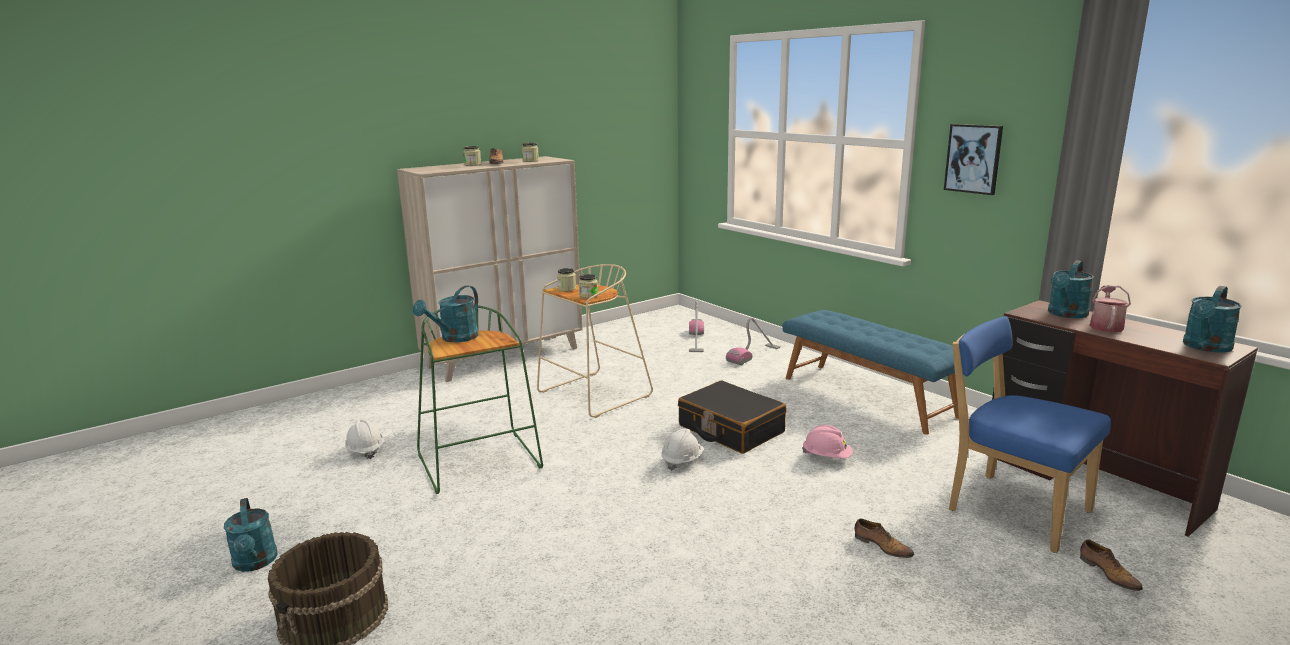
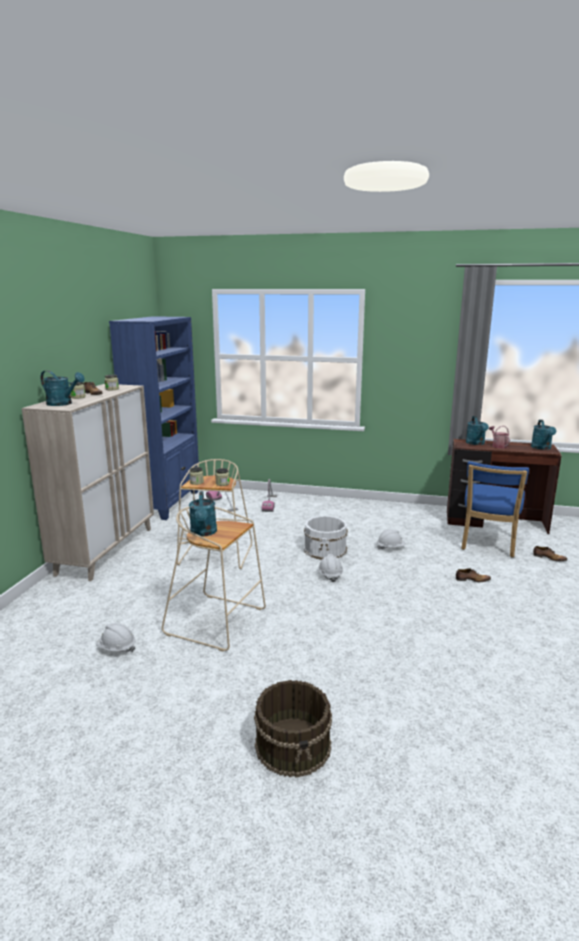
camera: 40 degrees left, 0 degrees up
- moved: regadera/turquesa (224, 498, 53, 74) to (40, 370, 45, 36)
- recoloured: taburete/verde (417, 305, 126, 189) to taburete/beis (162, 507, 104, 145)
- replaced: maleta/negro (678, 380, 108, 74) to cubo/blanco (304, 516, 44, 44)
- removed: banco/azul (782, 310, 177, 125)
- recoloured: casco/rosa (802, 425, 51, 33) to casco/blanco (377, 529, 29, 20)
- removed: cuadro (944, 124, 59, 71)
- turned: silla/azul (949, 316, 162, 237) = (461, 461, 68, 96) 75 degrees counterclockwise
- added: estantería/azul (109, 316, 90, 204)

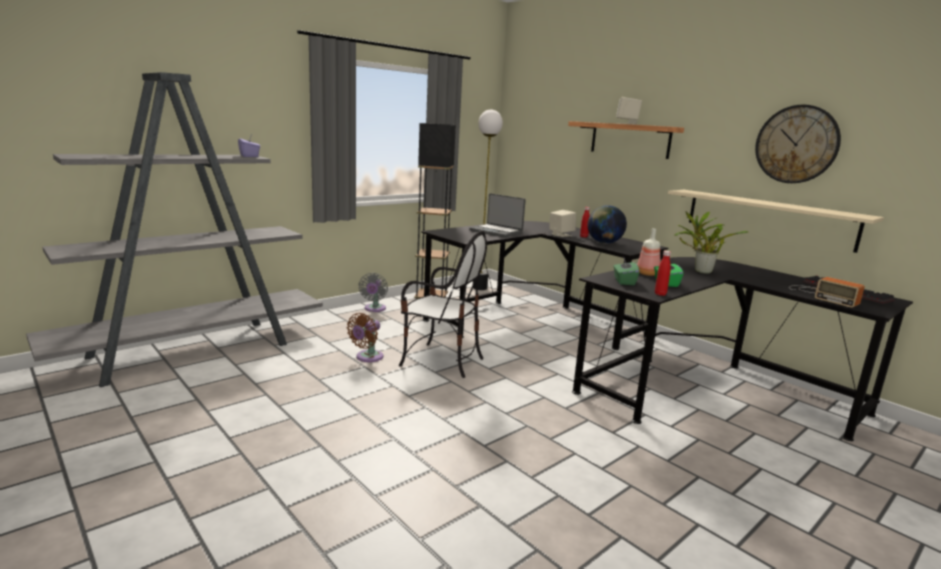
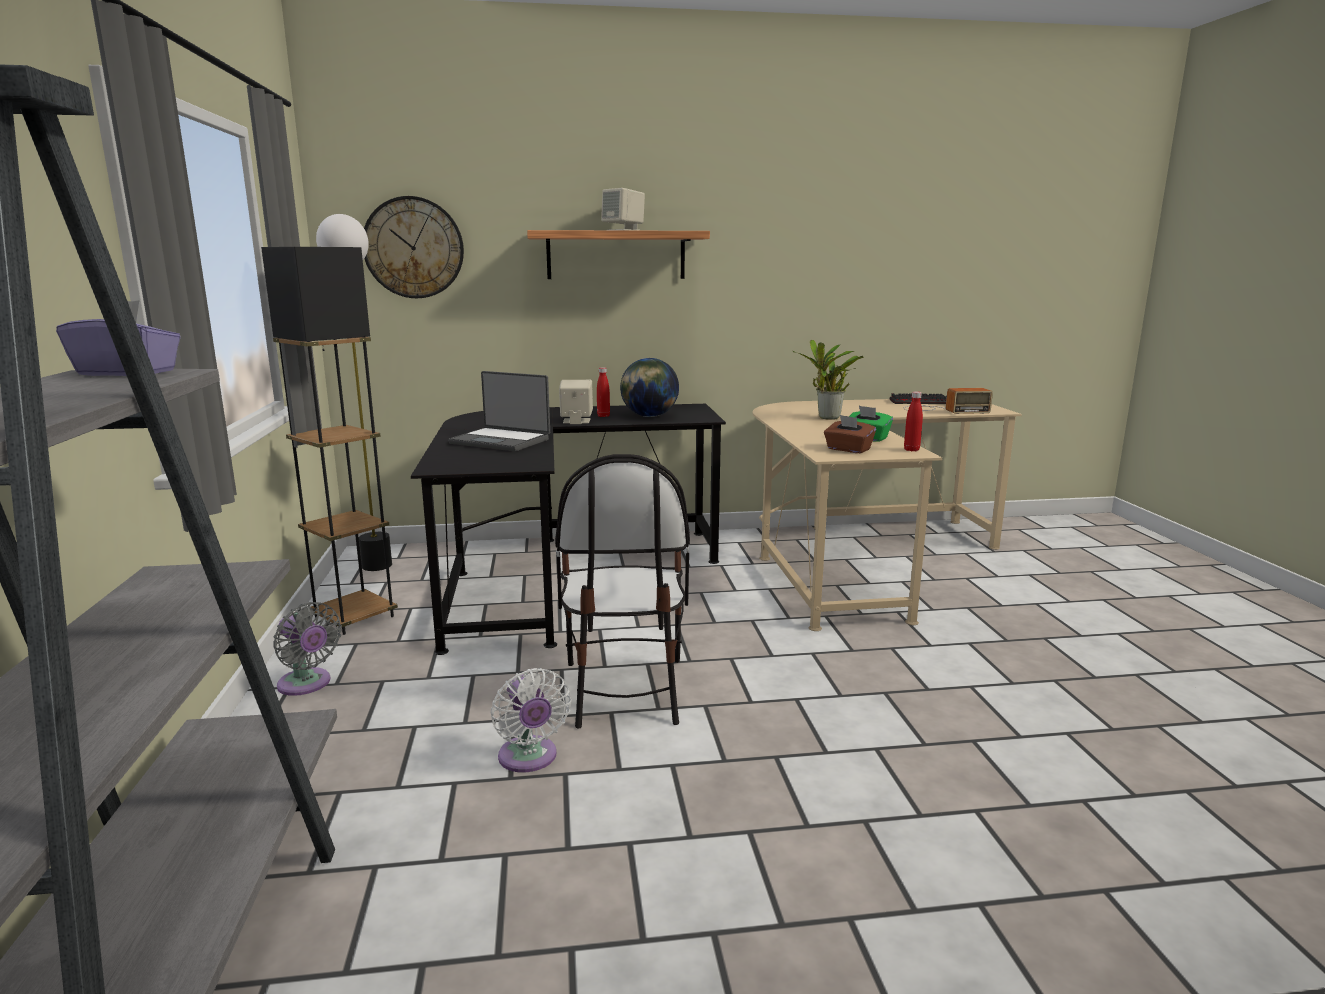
camera: 55 degrees left, 0 degrees up
- recoloured: ventilador/marrón (347, 313, 36, 49) to ventilador/blanco (491, 668, 81, 105)
- turned: silla (399, 231, 88, 147) = (555, 454, 135, 274) 120 degrees clockwise
- turned: portátil (469, 193, 57, 44) = (448, 371, 102, 80) 45 degrees clockwise
- recoloured: escritorio/negro (572, 257, 341, 184) to escritorio/beis (753, 399, 269, 232)
- recoloured: caja de pañuelos/verde (614, 258, 26, 27) to caja de pañuelos/marrón (824, 415, 52, 38)
- removed: botella (637, 228, 23, 48)
- removed: estante/beis (668, 190, 216, 63)
- moved: reloj de pared (755, 104, 86, 79) to (364, 196, 100, 102)

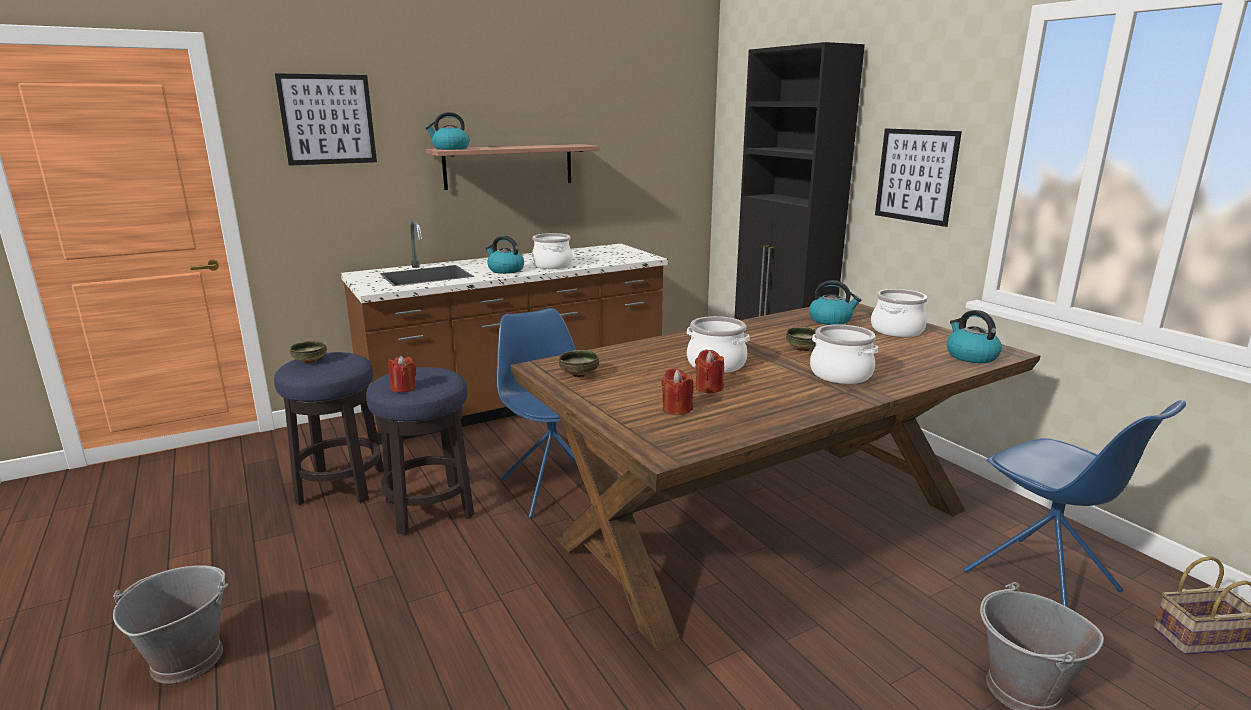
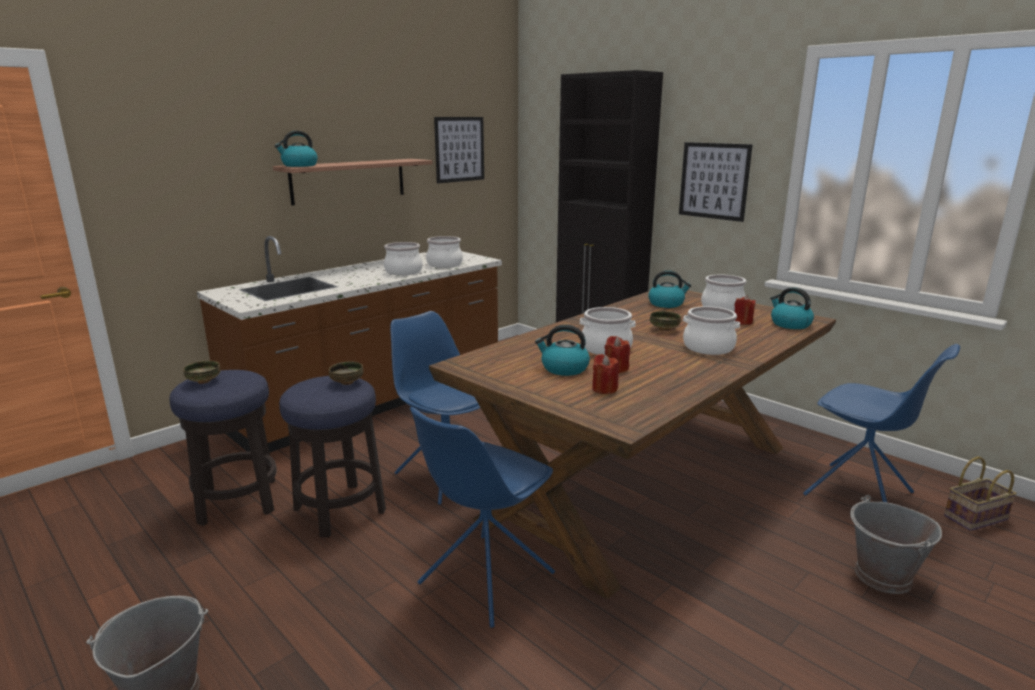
camera: 15 degrees left, 0 degrees up
- moved: cuadro (275, 73, 102, 93) to (434, 117, 50, 66)
- moved: vela/rojo (388, 356, 28, 37) to (735, 296, 21, 29)
- moved: hervidor (485, 236, 39, 38) to (535, 325, 55, 51)
- moved: cuenco (559, 350, 40, 27) to (329, 362, 34, 23)
- added: silla/azul (410, 407, 145, 221)
- added: olla (426, 236, 37, 32)

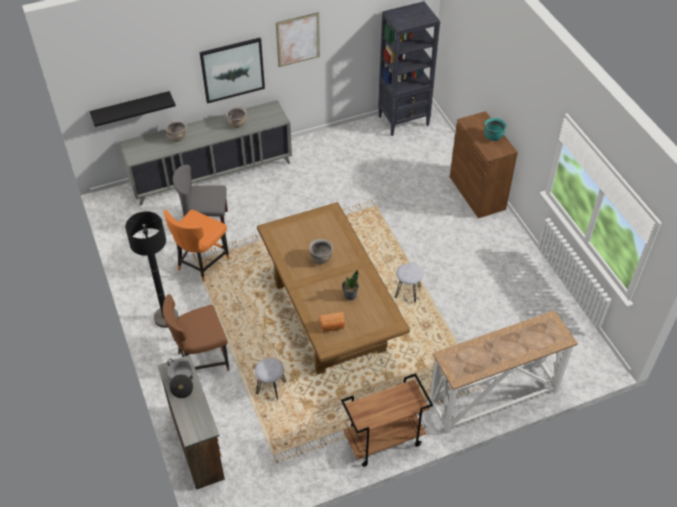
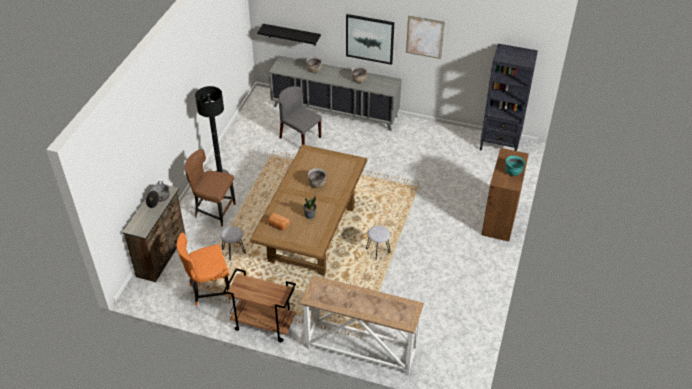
camera: 40 degrees right, 5 degrees down
- moved: silla/naranja (164, 210, 65, 72) to (176, 232, 55, 74)

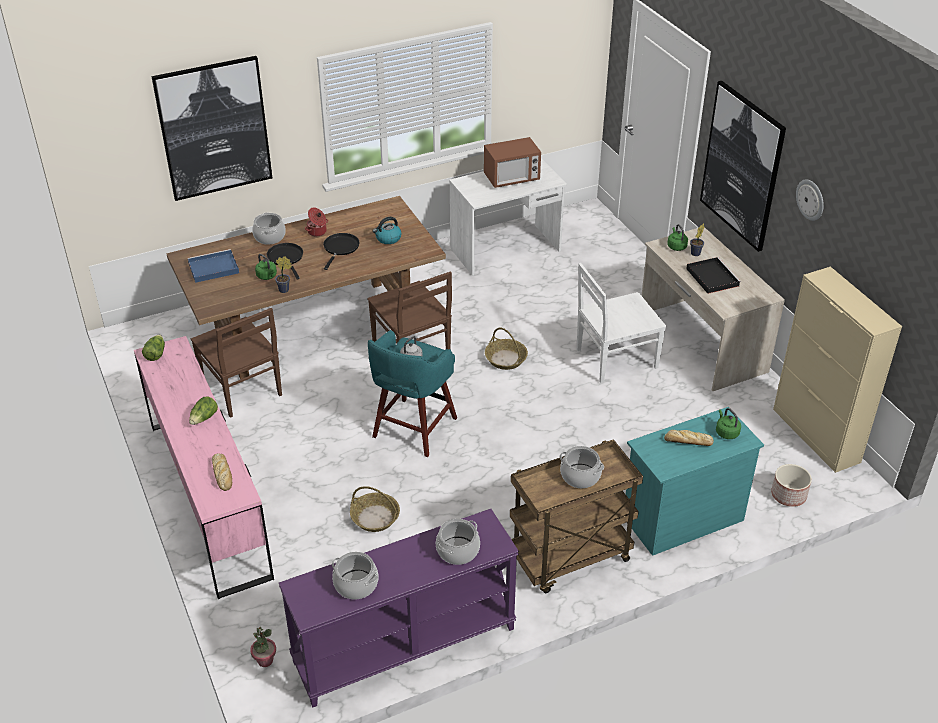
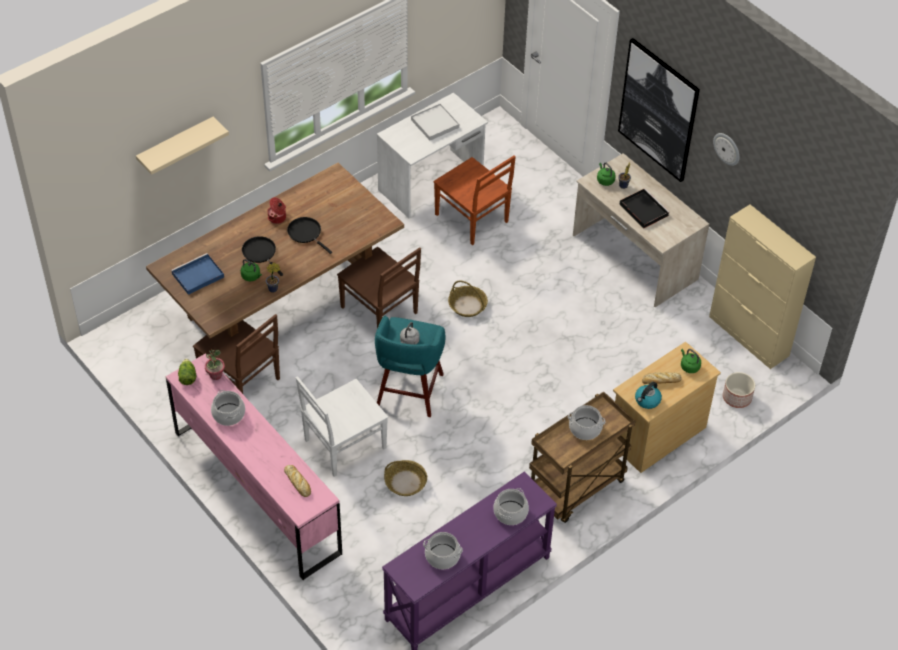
camera: 15 degrees left, 10 degrees up
- replaced: cuadro (151, 56, 121, 145) to estante/beis (136, 117, 93, 58)
- removed: lechuga (189, 397, 29, 28)
- moved: planta en maceta (250, 627, 26, 40) to (205, 349, 20, 31)
- moved: olla (252, 212, 34, 33) to (211, 390, 34, 36)
- turned: sartén/negro (323, 233, 37, 37) = (287, 217, 45, 37) 45 degrees counterclockwise
- moved: hervidor (373, 217, 29, 27) to (635, 382, 27, 27)
- replaced: microondas (484, 137, 57, 51) to bandeja/blanco (411, 103, 48, 37)
- moved: silla/blanco (577, 263, 89, 120) to (296, 376, 92, 101)
- recoloured: cómoda/turquesa (626, 407, 138, 149) to cómoda/beis (613, 341, 108, 132)
- added: silla/marrón (434, 155, 82, 90)

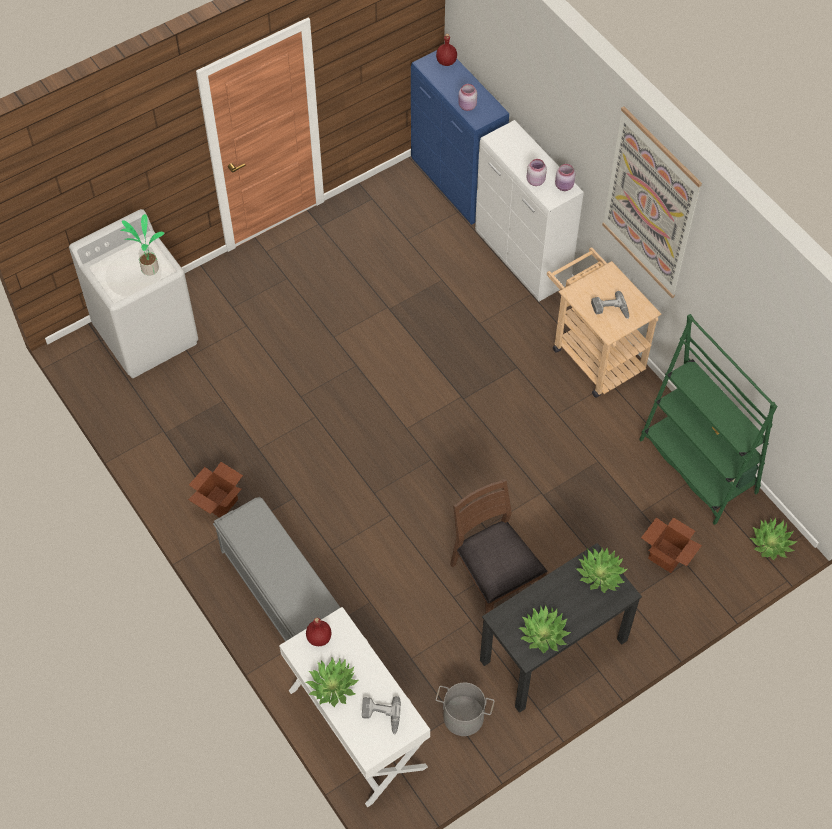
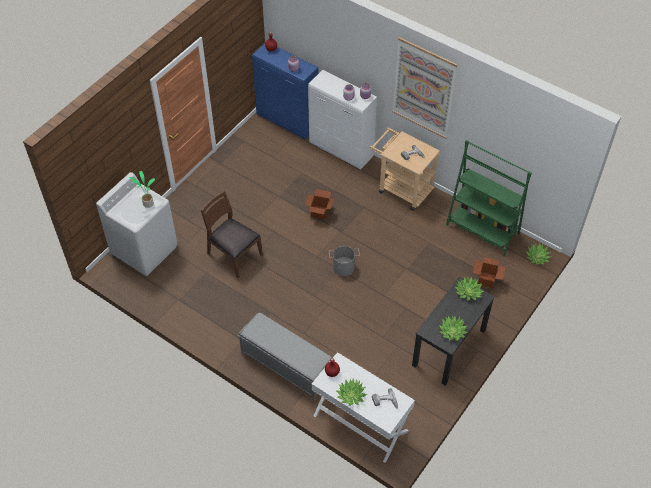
camera: 20 degrees left, 5 degrees down
- moved: caja de cartón (188, 462, 55, 56) to (305, 189, 29, 31)
- moved: cubo/gris (436, 683, 59, 53) to (329, 246, 31, 30)
- moved: silla/marrón (450, 479, 97, 135) to (201, 190, 62, 88)

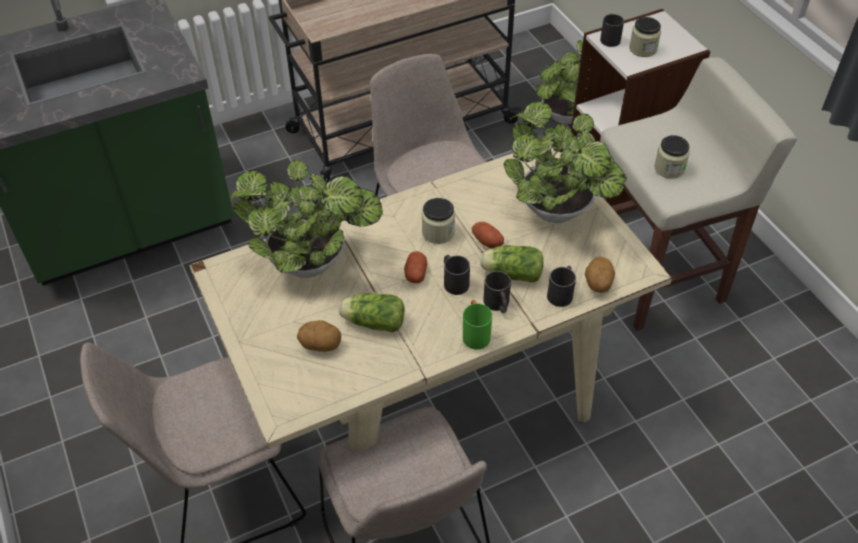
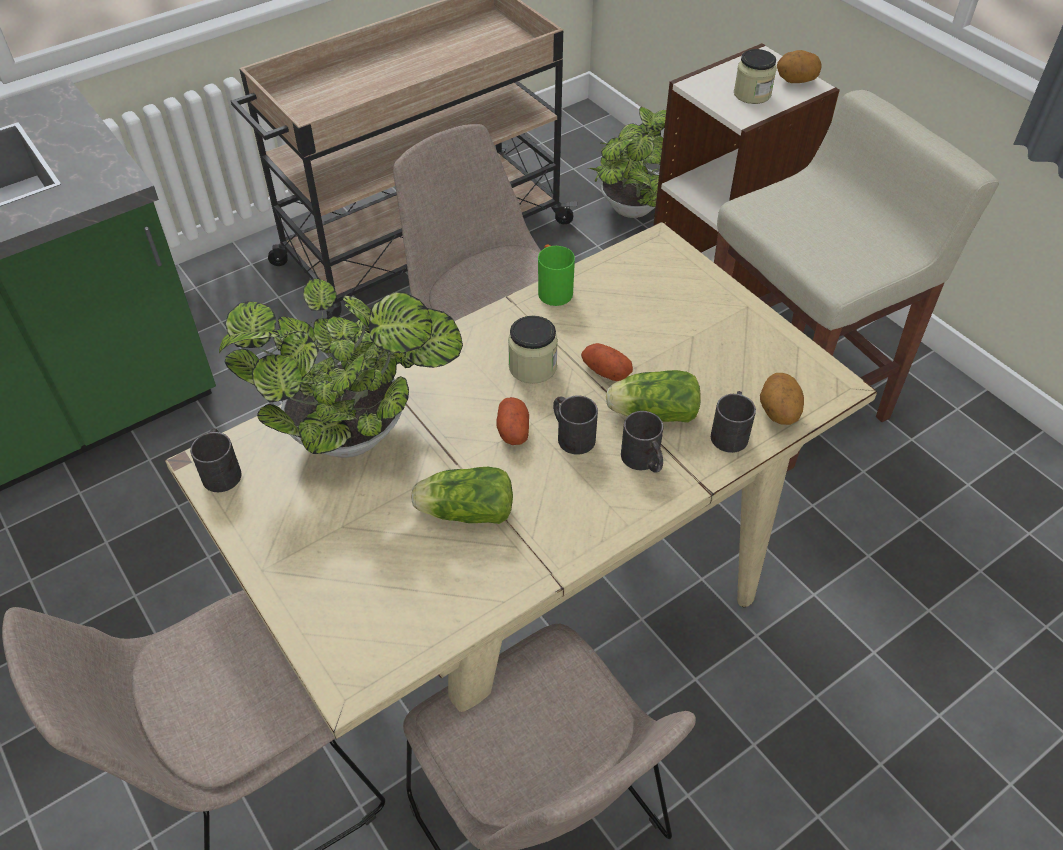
camera: 10 degrees left, 0 degrees up
- moved: patata (297, 320, 44, 32) to (777, 50, 45, 33)
- moved: taza grande/verde (463, 300, 29, 49) to (538, 244, 37, 62)
- removed: planta en maceta (504, 101, 123, 122)
- moved: taza grande/negro (600, 14, 24, 33) to (190, 428, 52, 64)
- removed: tarro (654, 135, 36, 44)

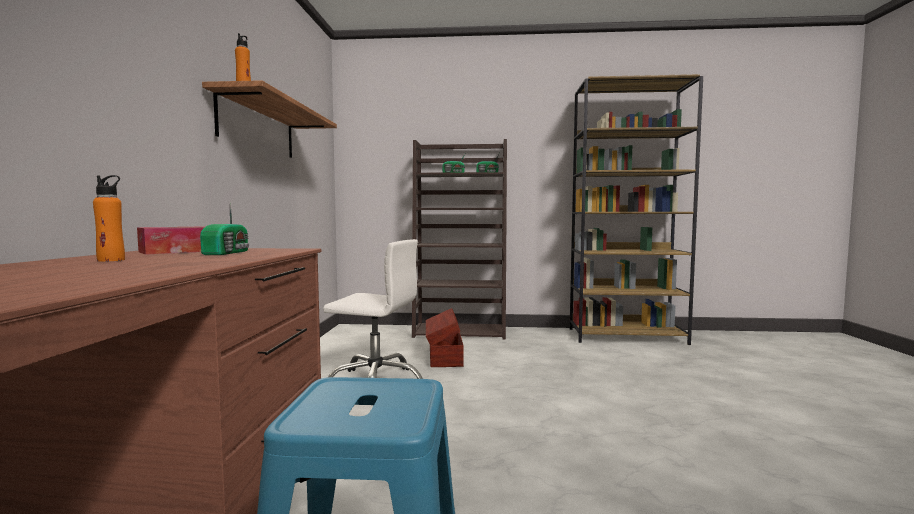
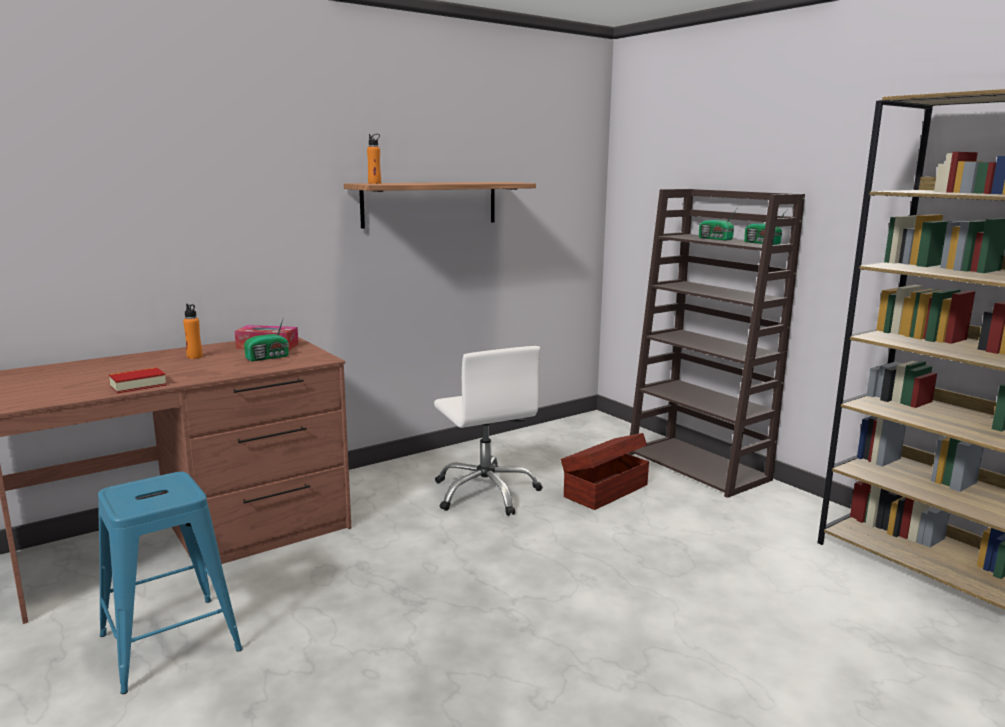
camera: 50 degrees right, 10 degrees up
- added: libro (109, 367, 57, 27)

